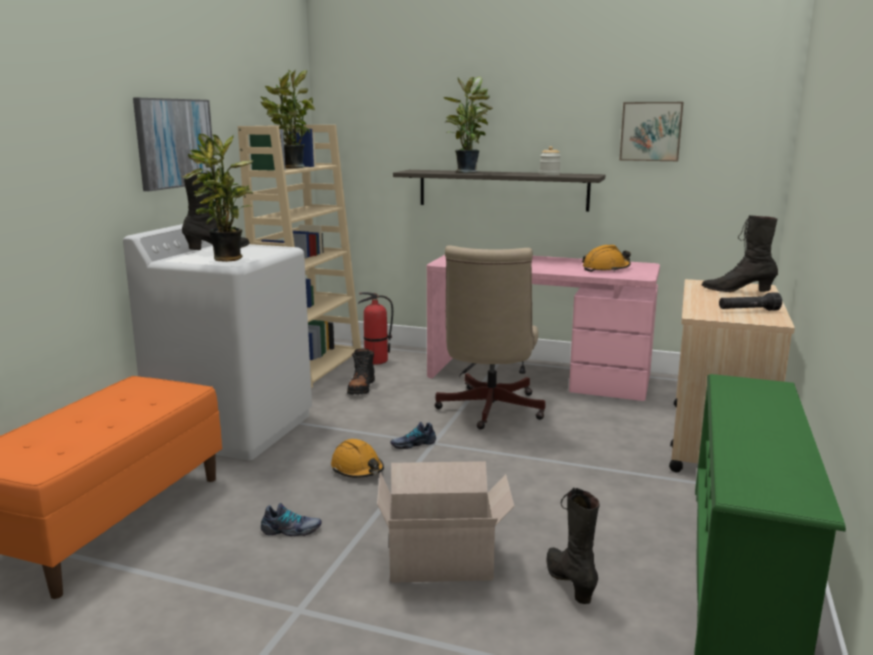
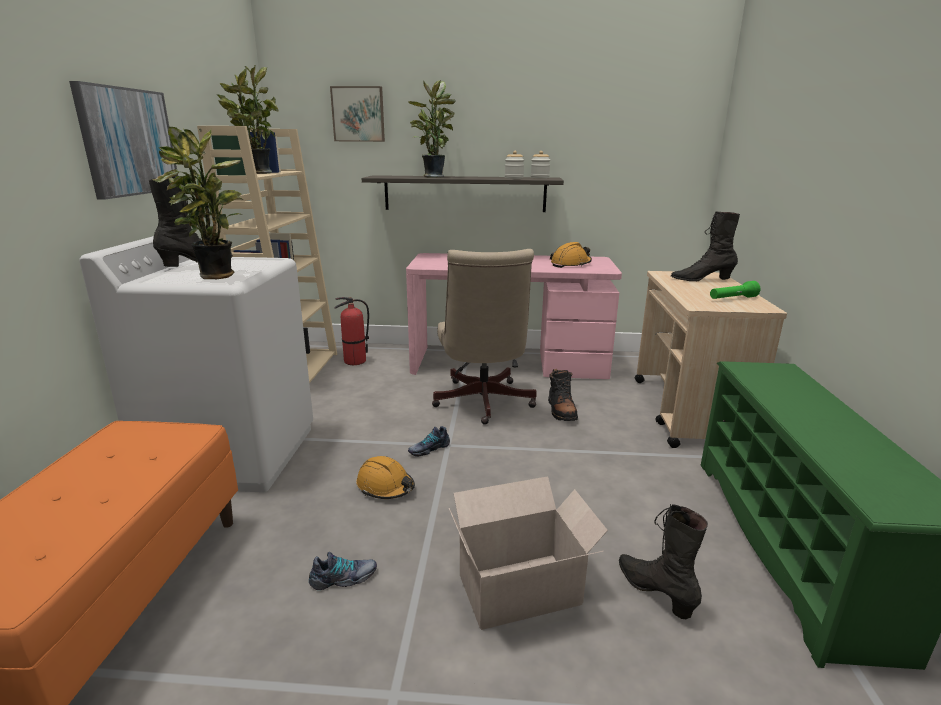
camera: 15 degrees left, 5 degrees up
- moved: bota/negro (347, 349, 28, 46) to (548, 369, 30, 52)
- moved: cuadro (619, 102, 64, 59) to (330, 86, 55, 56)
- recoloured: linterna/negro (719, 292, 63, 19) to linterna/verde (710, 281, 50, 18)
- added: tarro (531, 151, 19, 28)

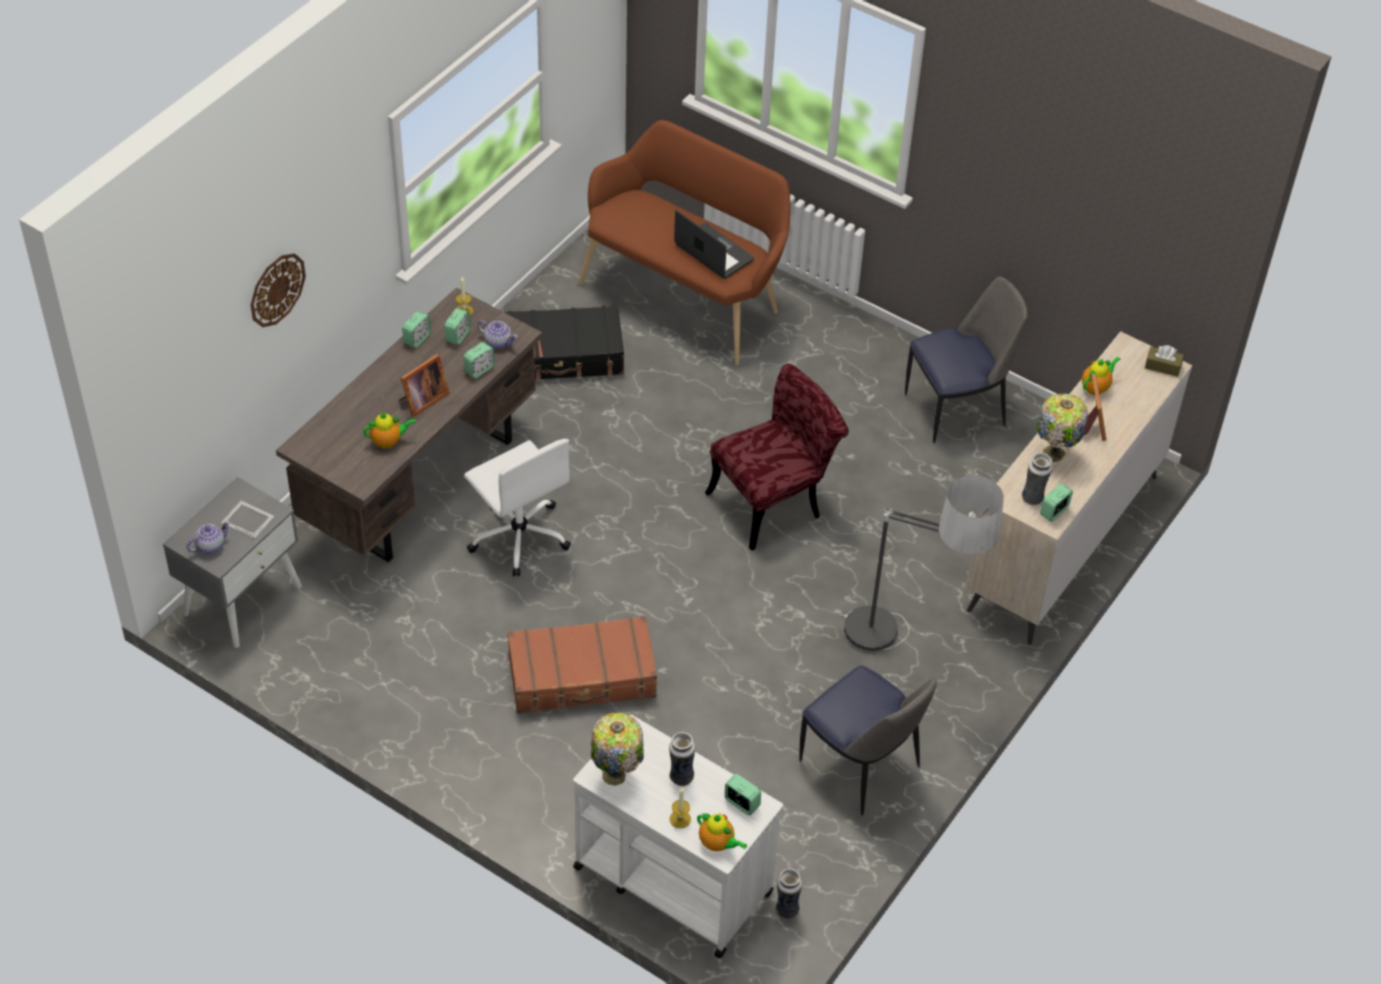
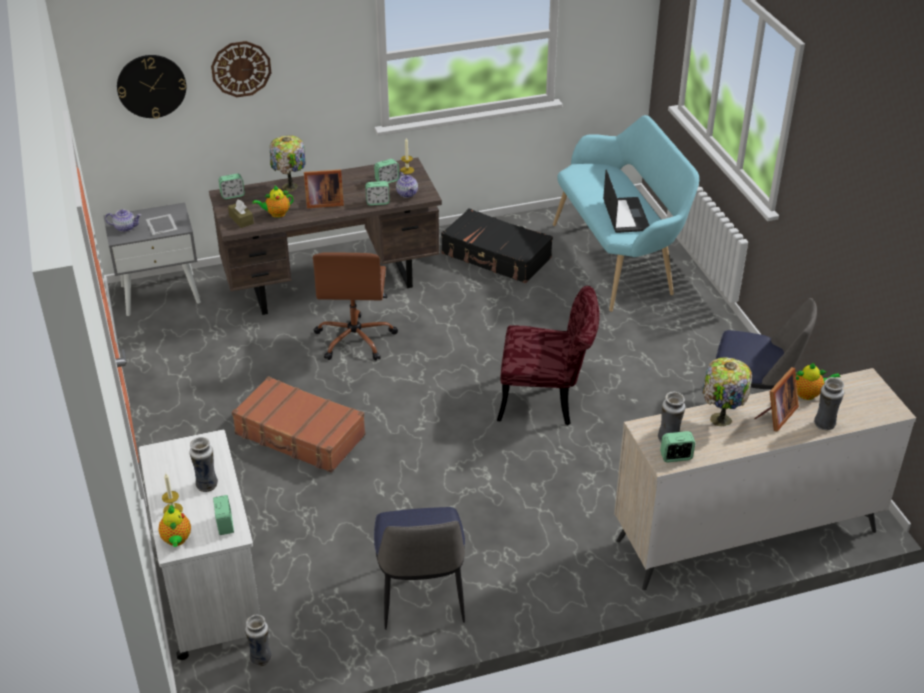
camera: 40 degrees right, 10 degrees down
- turned: tetera (363, 413, 53, 35) = (252, 186, 42, 32) 135 degrees clockwise
- moved: despertador (402, 311, 29, 37) to (219, 174, 26, 25)
- recoloured: silla de oficina/blanco (464, 439, 107, 138) to silla de oficina/marrón (313, 252, 85, 109)
- recoloured: banco/marrón (578, 120, 213, 245) to banco/turquesa (553, 115, 146, 197)
- moved: lámpara de mesa (591, 712, 53, 74) to (270, 135, 36, 57)
- removed: lámpara de pie (843, 475, 161, 176)
- moved: caja de pañuelos/marrón (1145, 345, 39, 32) to (228, 199, 26, 29)
- added: reloj de pared (117, 55, 69, 64)
- added: florero (814, 377, 30, 53)

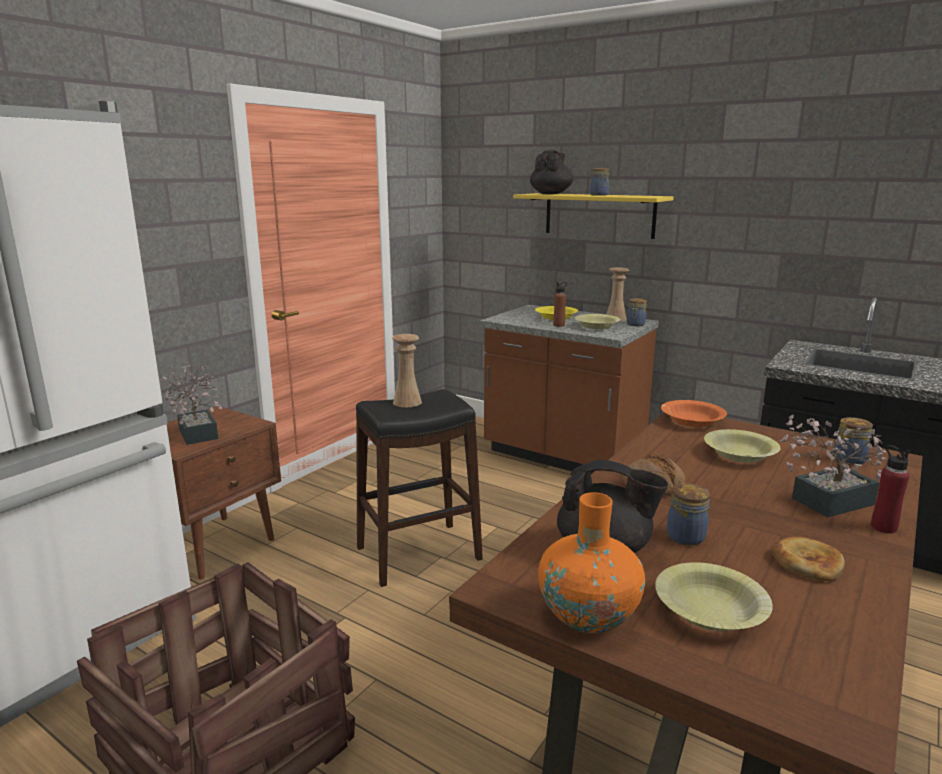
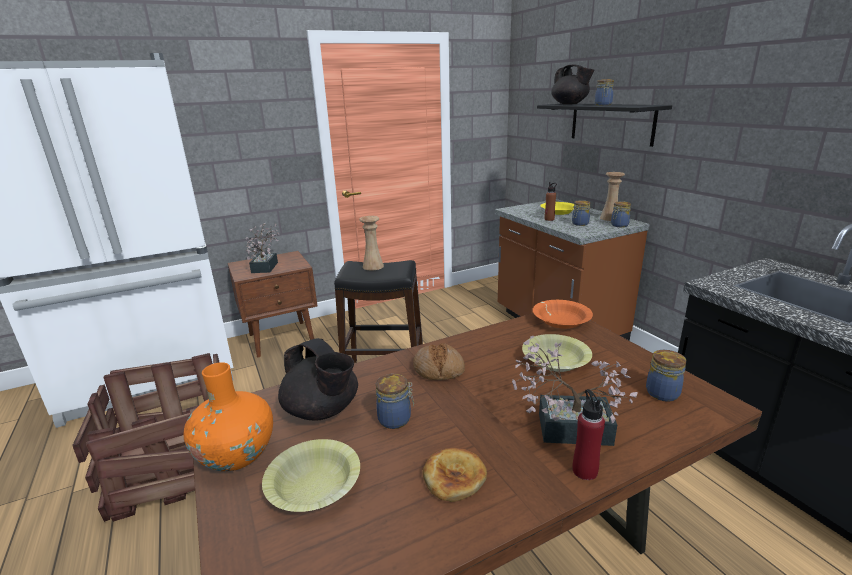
camera: 30 degrees right, 5 degrees up
- recoloured: estante/amarillo (513, 193, 161, 46) to estante/negro (537, 104, 135, 43)
- turned: tetera/negro (530, 150, 43, 44) = (551, 65, 43, 39) 90 degrees clockwise
- replaced: cuenco/amarillo (575, 314, 46, 15) to tarro (572, 200, 19, 26)

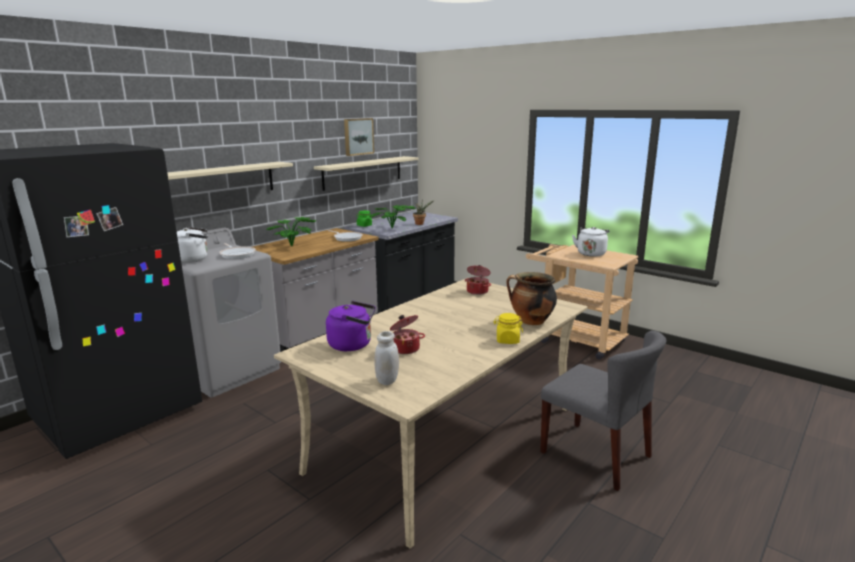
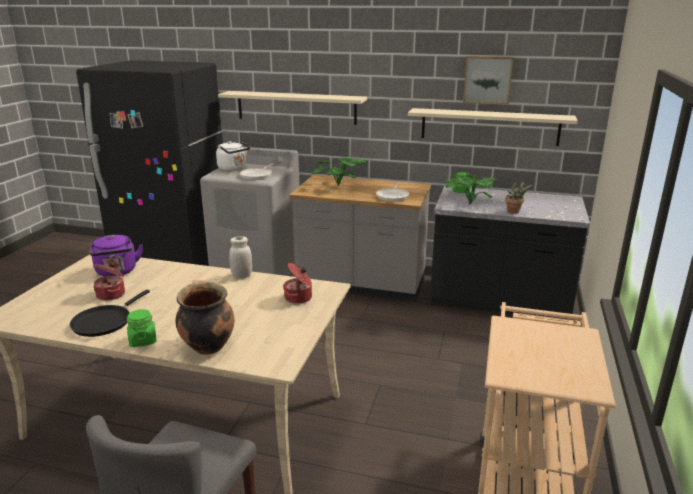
camera: 65 degrees right, 5 degrees up
- moved: tarro/blanco (375, 331, 24, 54) to (229, 236, 23, 43)
- recoloured: tarro/amarillo (493, 313, 30, 31) to tarro/verde (127, 309, 29, 38)
- removed: hervidor/blanco (572, 227, 37, 30)
- added: sartén/negro (70, 290, 80, 47)

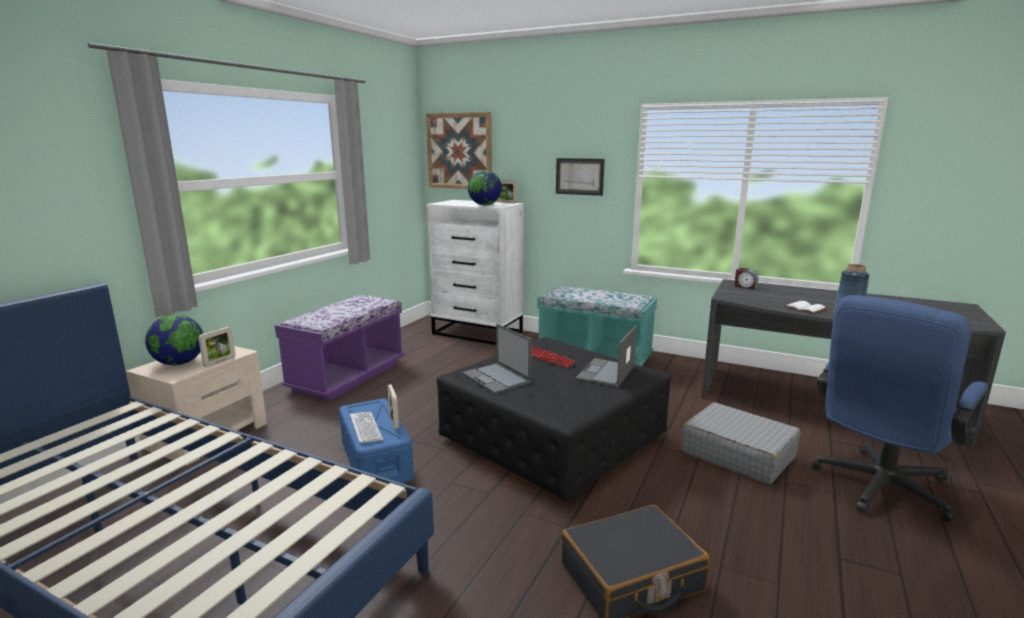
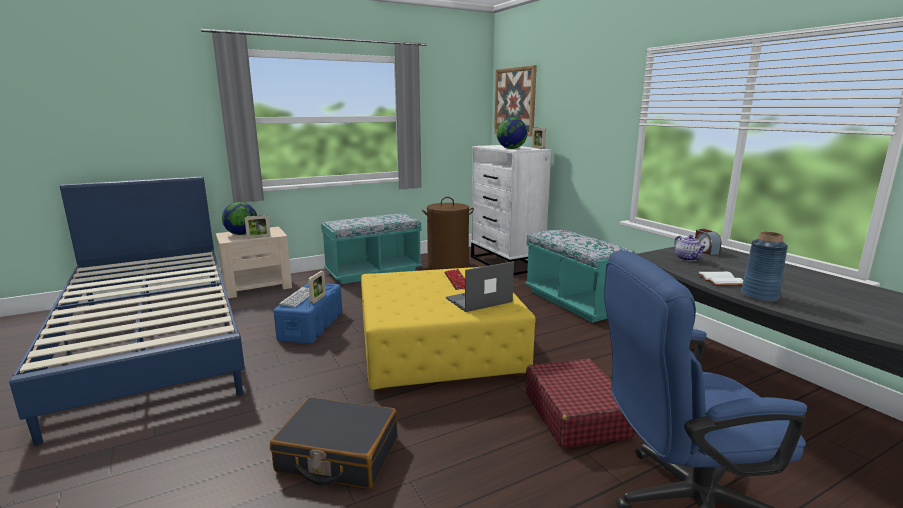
camera: 35 degrees right, 0 degrees up
- recoloured: banco/morado (275, 295, 129, 106) to banco/turquesa (321, 213, 101, 71)
- recoloured: puf/negro (436, 337, 235, 164) to puf/amarillo (361, 266, 175, 125)
- removed: portátil (462, 324, 70, 70)
- removed: cuadro (556, 158, 49, 38)
- recoloured: maleta/gris (682, 402, 118, 83) to maleta/rojo (526, 359, 109, 89)
- added: cesto de la ropa/marrón (422, 197, 52, 73)
- added: tetera (674, 235, 32, 26)

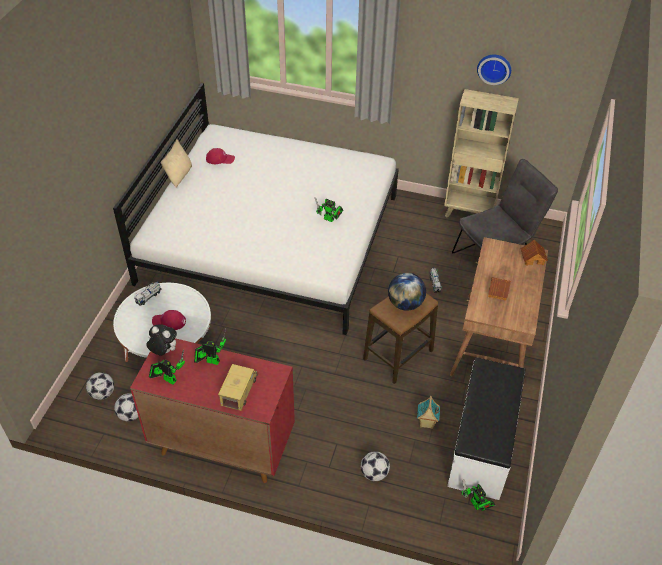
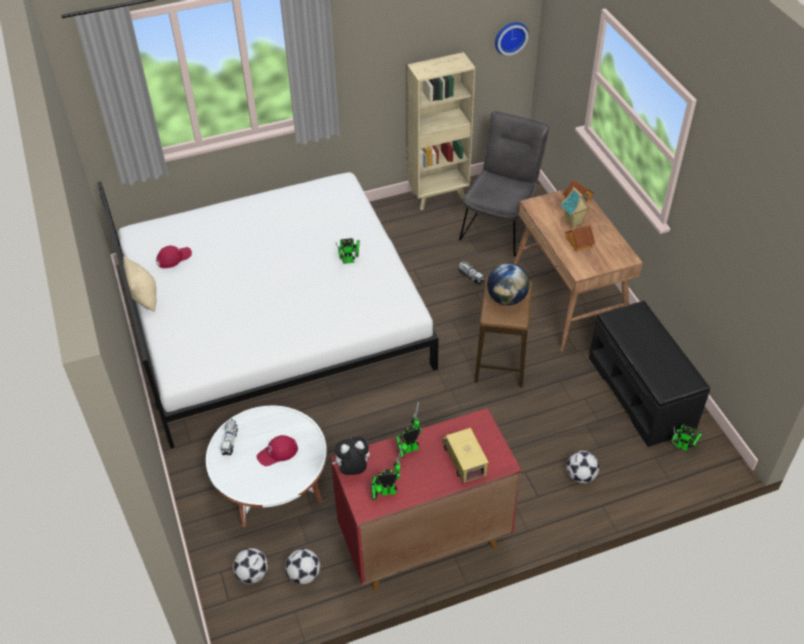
camera: 35 degrees left, 0 degrees up
- moved: casita (417, 396, 23, 33) to (561, 187, 30, 40)
- recoloured: banco/blanco (447, 357, 79, 143) to banco/negro (589, 301, 121, 146)
- moved: reloj de pared (477, 55, 34, 30) to (495, 22, 34, 34)

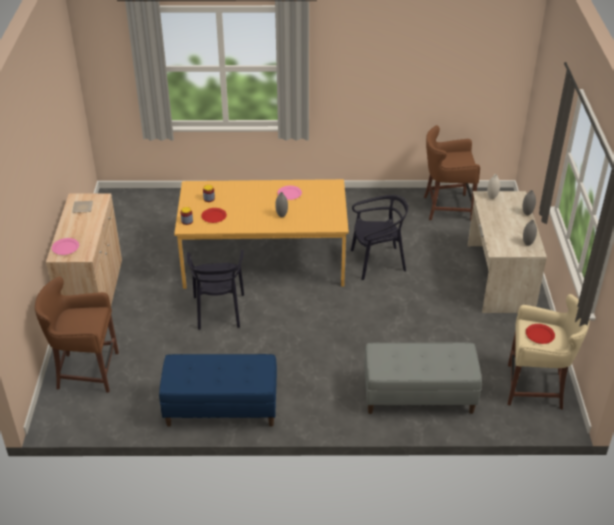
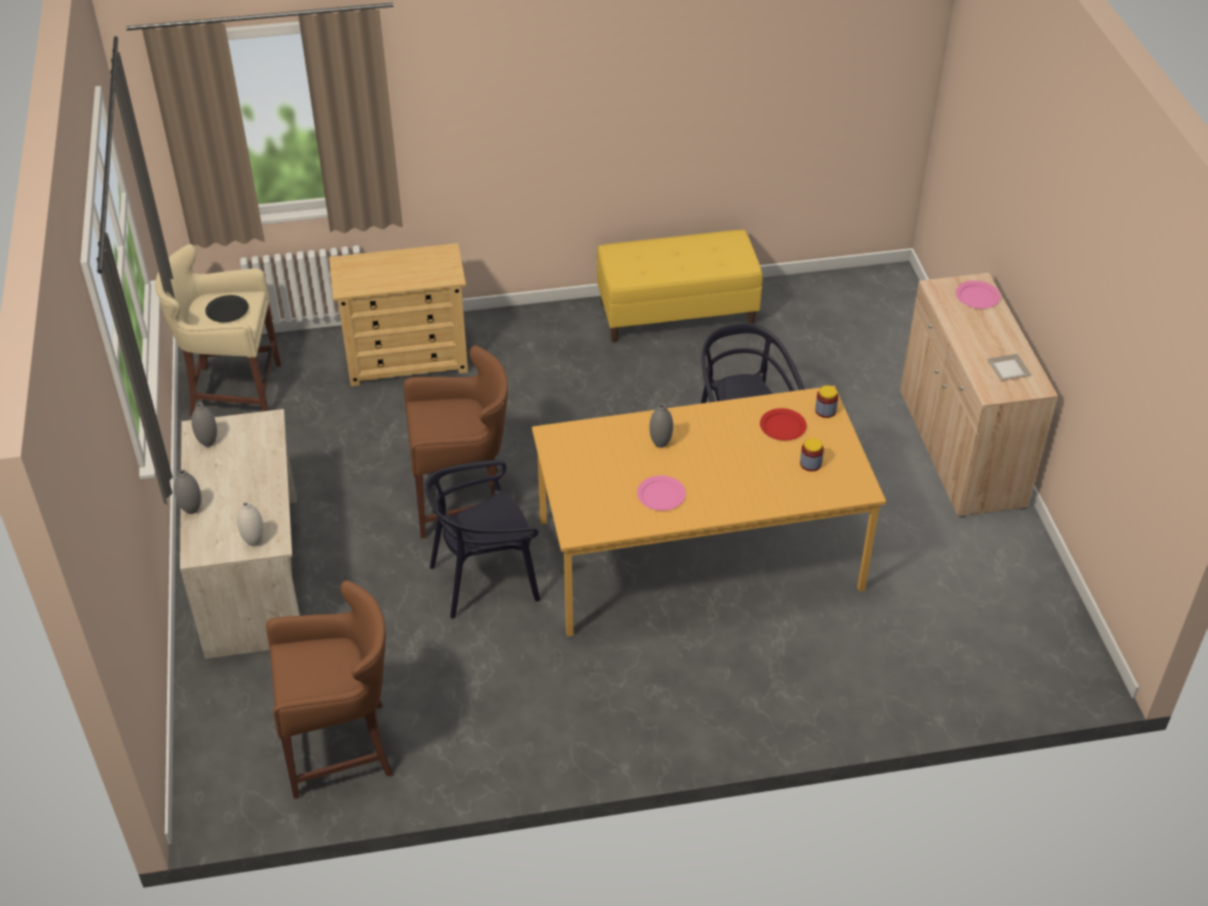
camera: 170 degrees right, 5 degrees up
- moved: taburete/marrón (35, 276, 84, 117) to (404, 345, 104, 193)
- recoloured: banco/azul (159, 354, 118, 73) to banco/amarillo (597, 230, 166, 113)
- replaced: banco/gris (364, 342, 118, 72) to cómoda/beis (329, 243, 139, 143)
- recoloured: plato/rojo (526, 324, 29, 20) to plato/negro (205, 295, 44, 27)

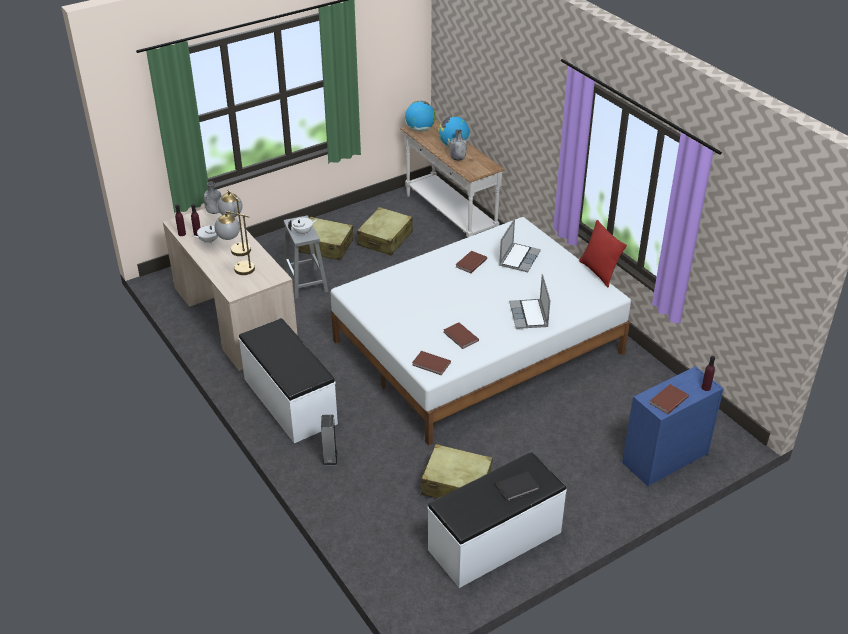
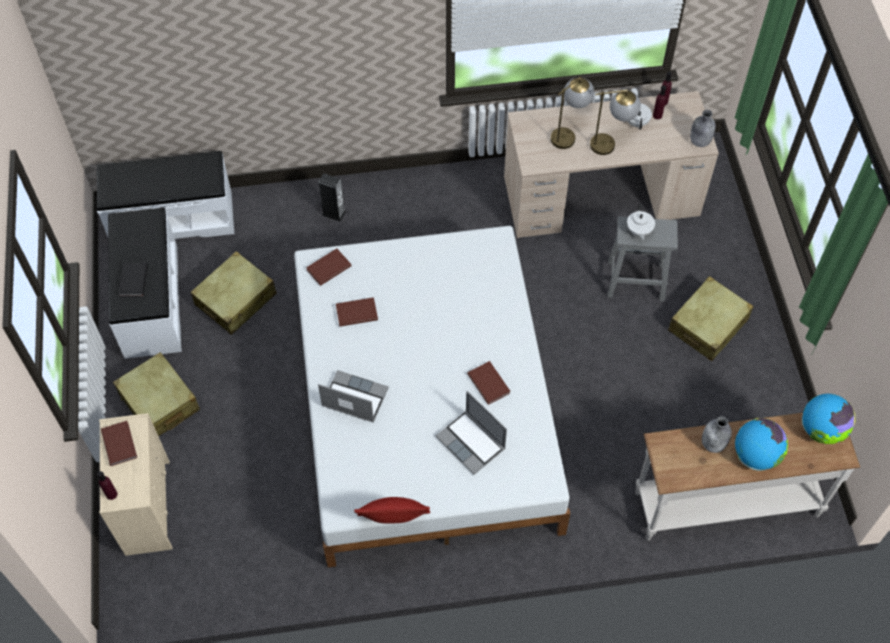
camera: 115 degrees right, 20 degrees up
- moved: banco/blanco (239, 318, 99, 125) to (96, 151, 138, 88)
- moved: maleta/beis (357, 207, 56, 49) to (113, 352, 87, 84)
- recoloured: cómoda/azul (622, 366, 102, 121) to cómoda/beis (99, 413, 74, 143)

